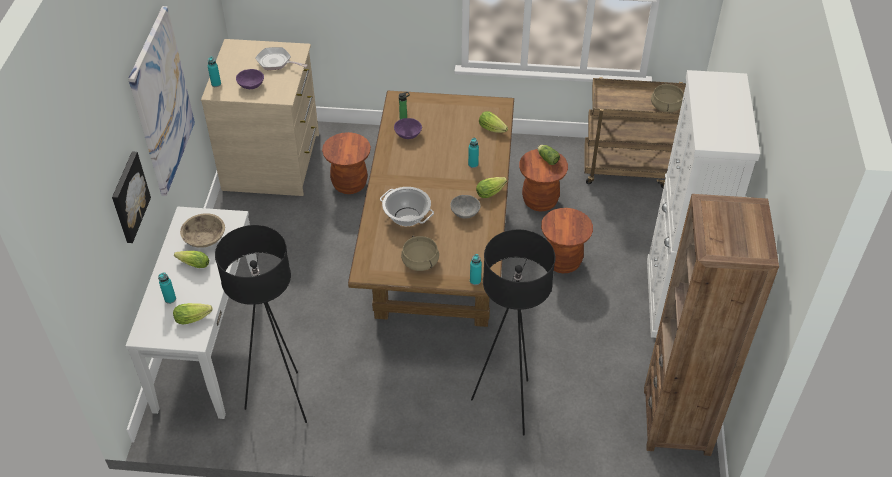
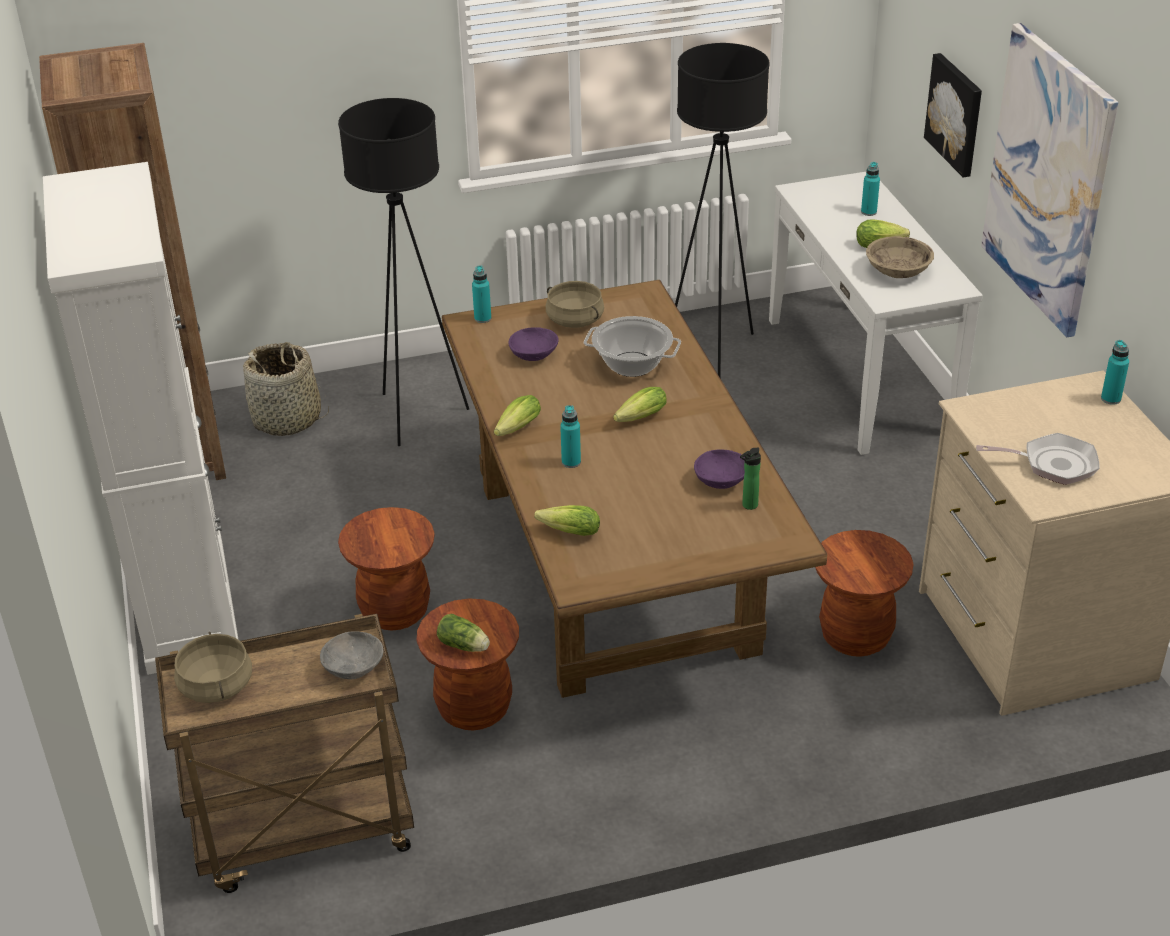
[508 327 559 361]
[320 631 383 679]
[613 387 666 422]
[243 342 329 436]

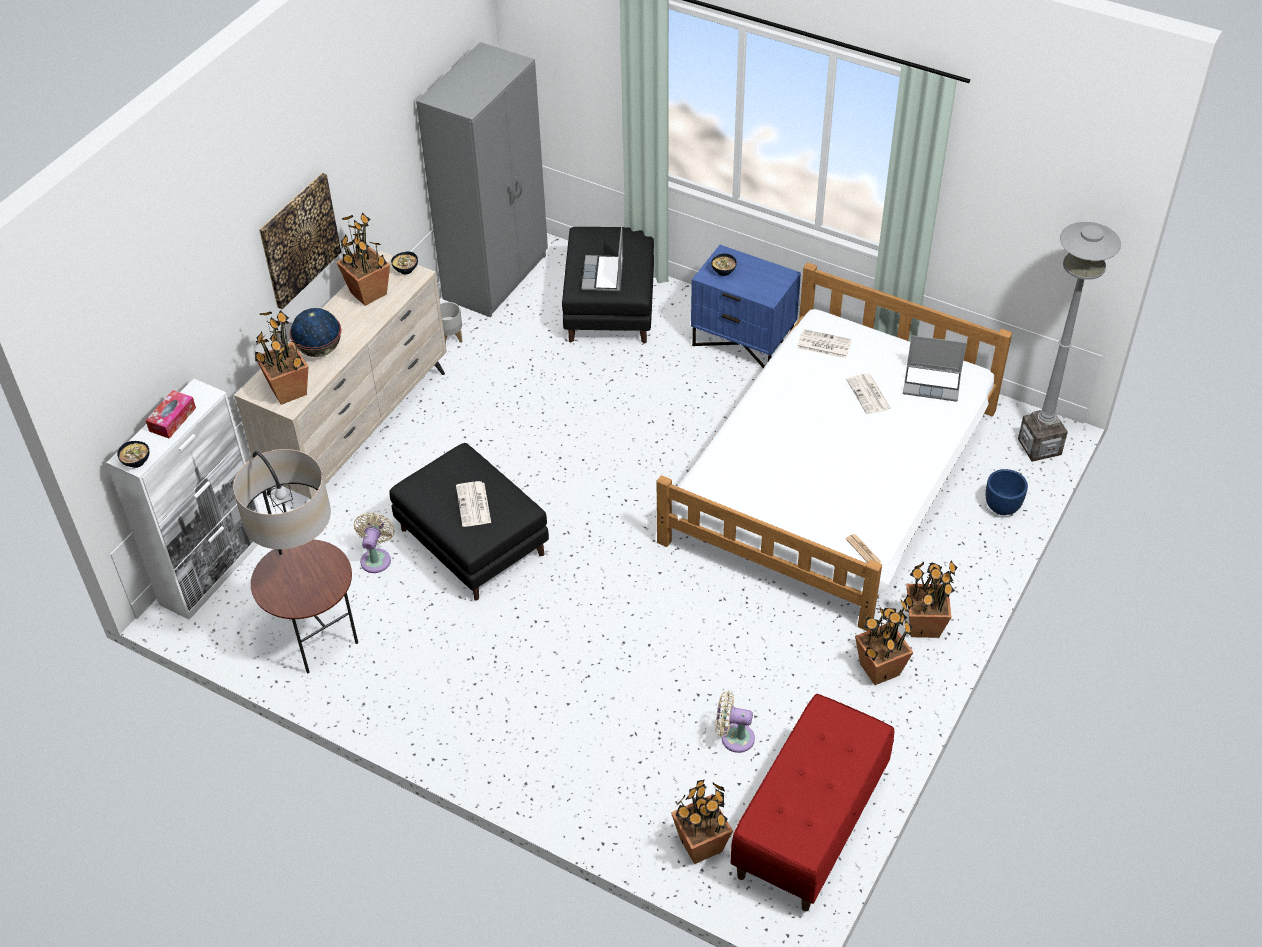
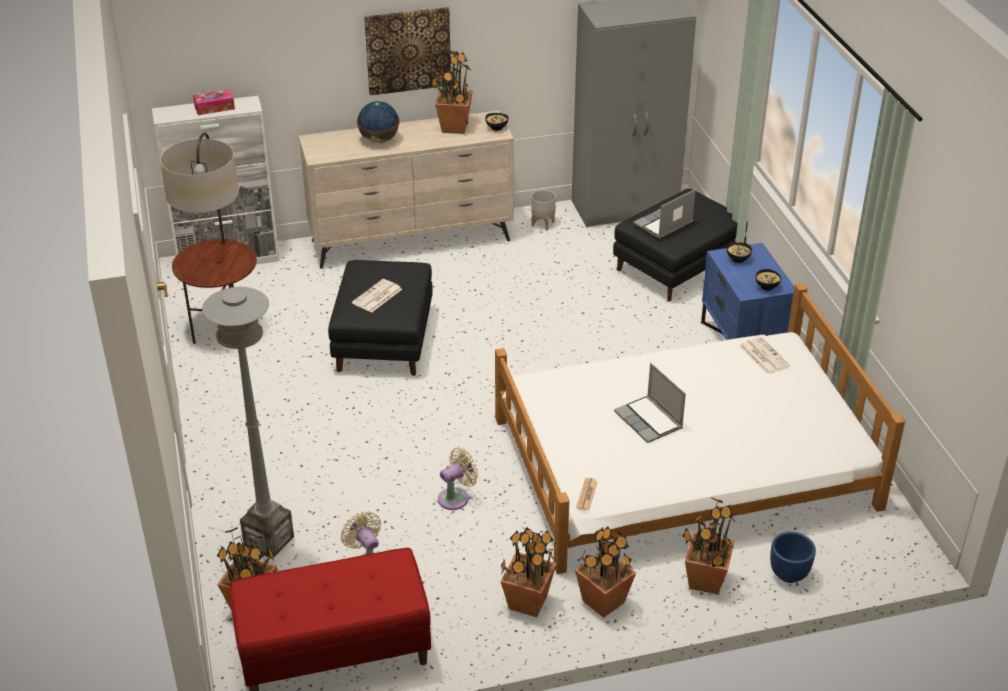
[202 287 294 558]
[683 497 736 595]
[614 363 686 443]
[846 373 891 415] (first image)
[755 269 782 291]
[438 448 478 510]

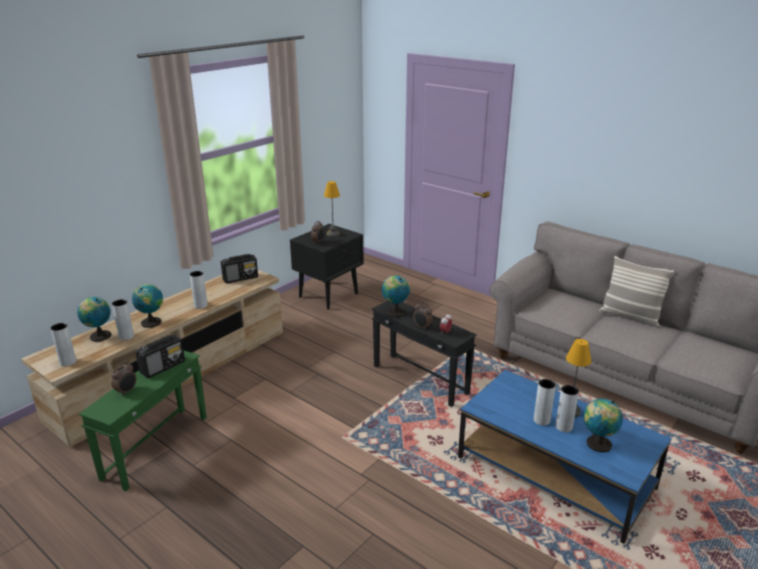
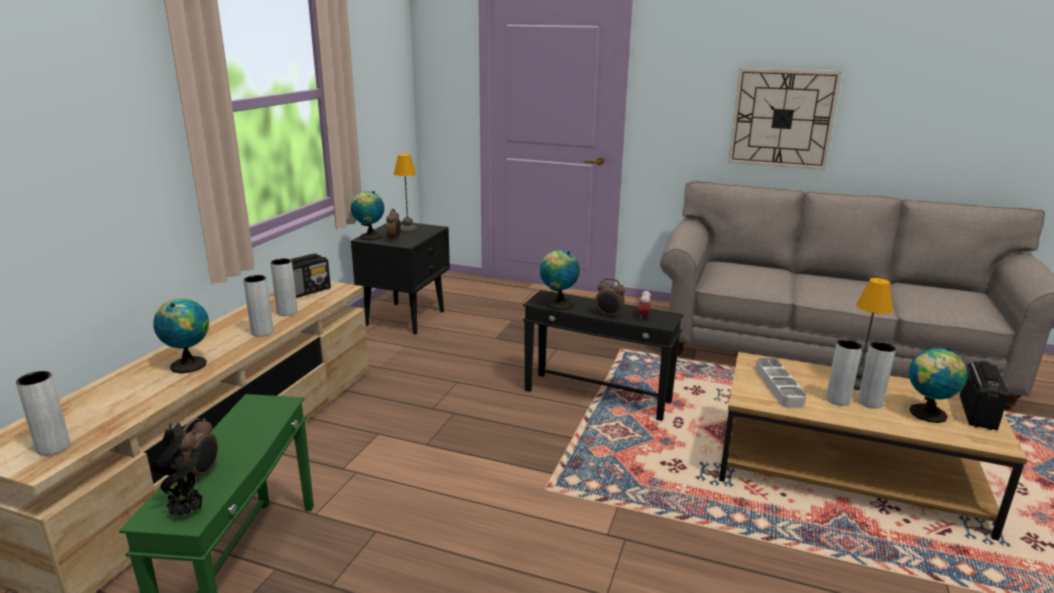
[599 256 674 327] (first image)
[351 191 384 240]
[270 258 298 316]
[960 361 1009 430]
[719 352 1027 541]
[728 68 842 170]
[755 358 806 408]
[152 423 203 516]

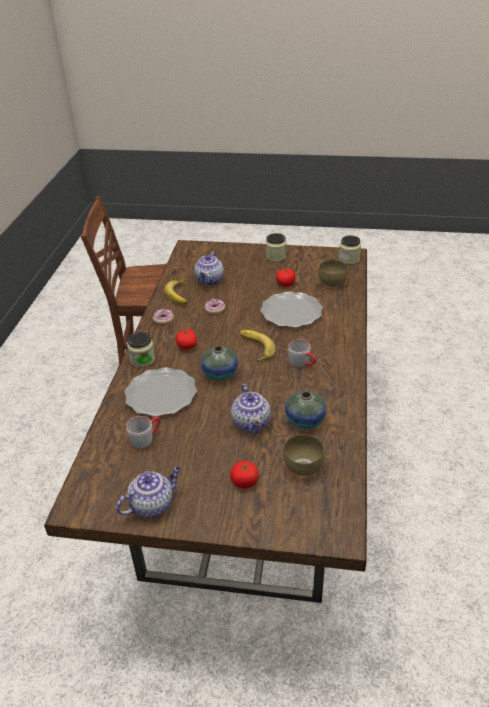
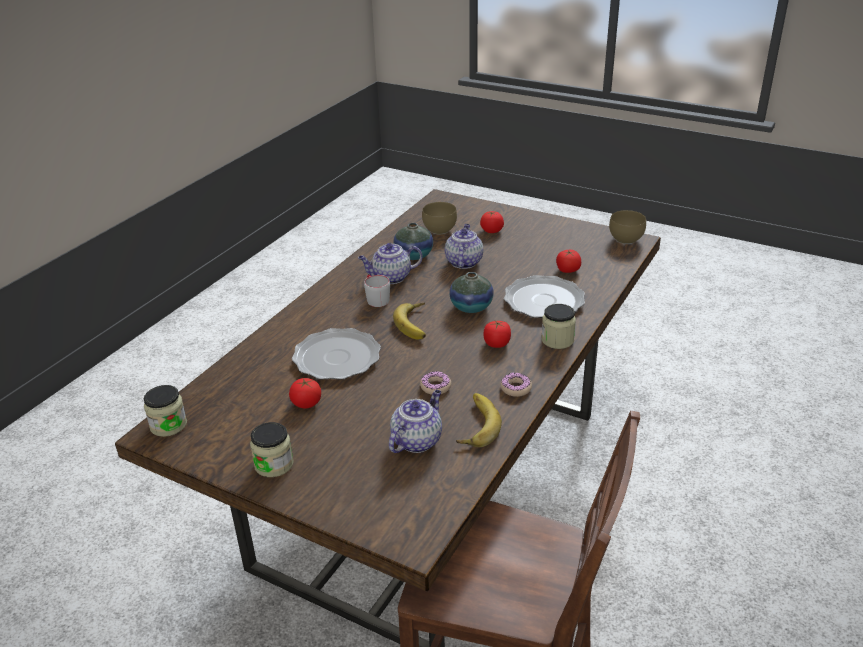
[609 210 646 244]
[556 250 581 273]
[358 243 422 284]

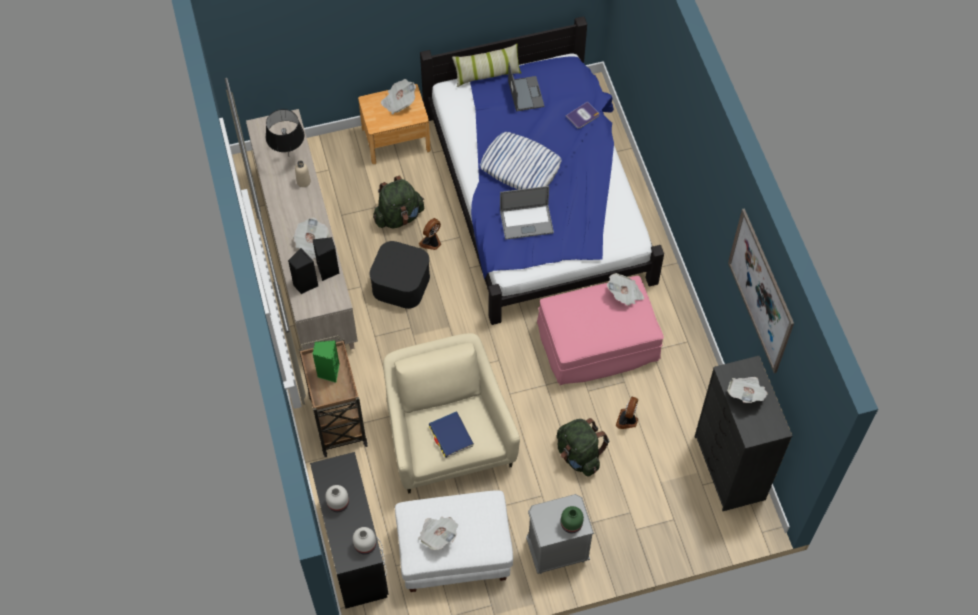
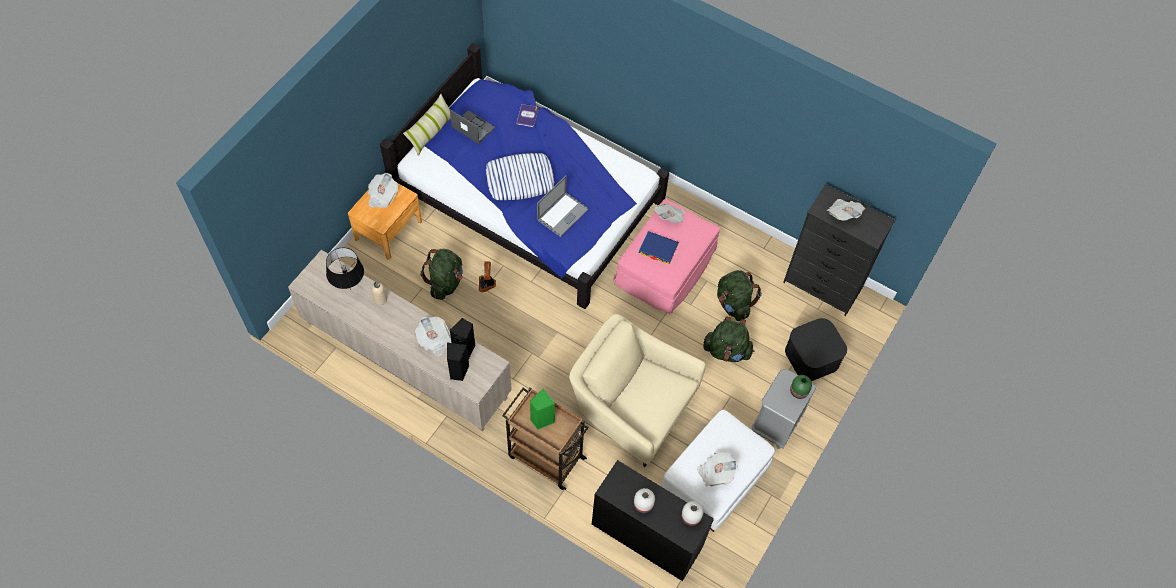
[728 208 794 373] (first image)
[785 318 847 381]
[717 270 762 321]
[638 231 679 264]

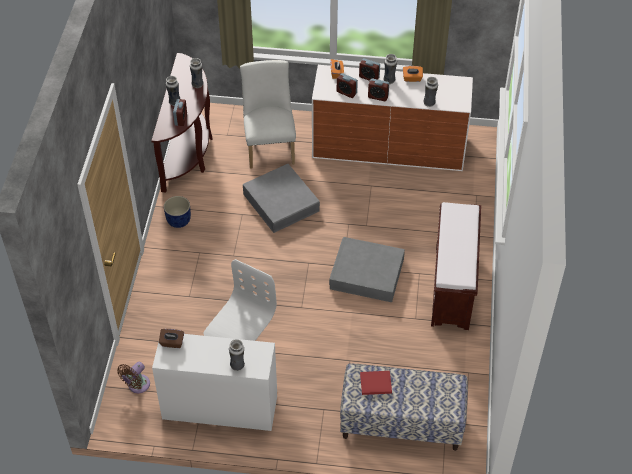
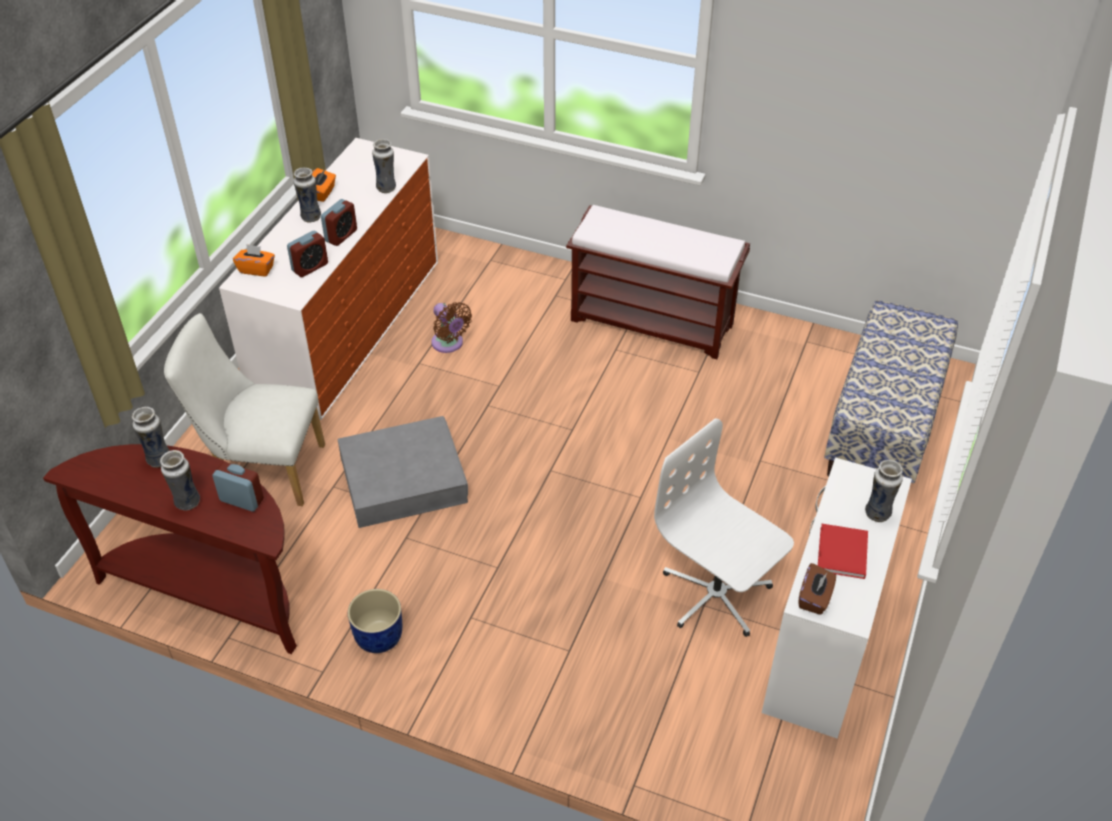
[359 58 380 81] (first image)
[329 237 405 302] (first image)
[431 302 472 353]
[818 524 868 579]

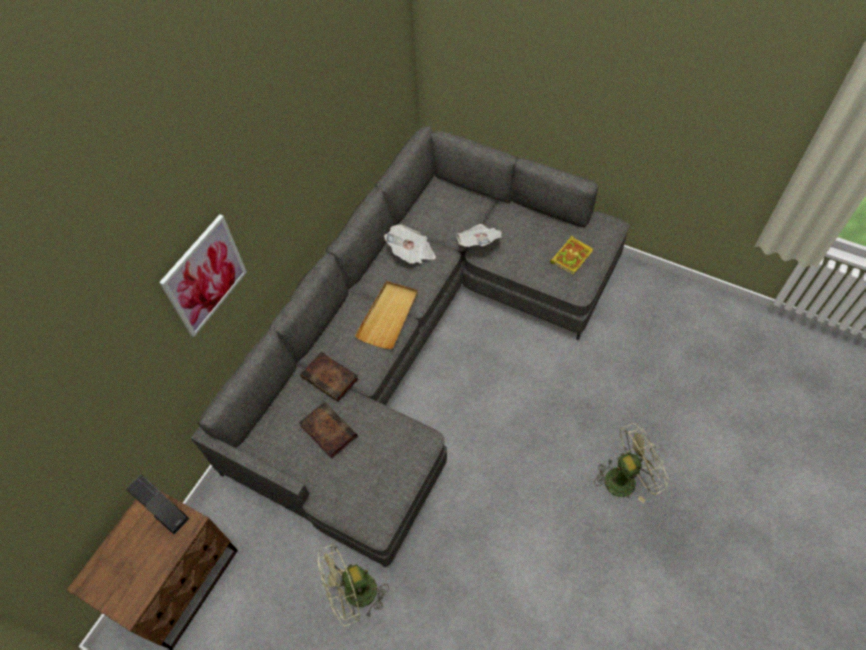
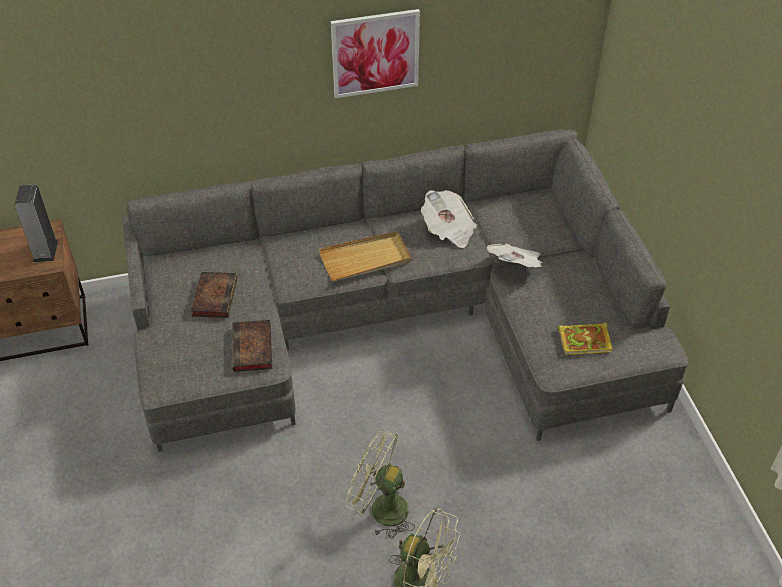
[331 9 420 98]
[232 320 272 372]
[346 430 415 539]

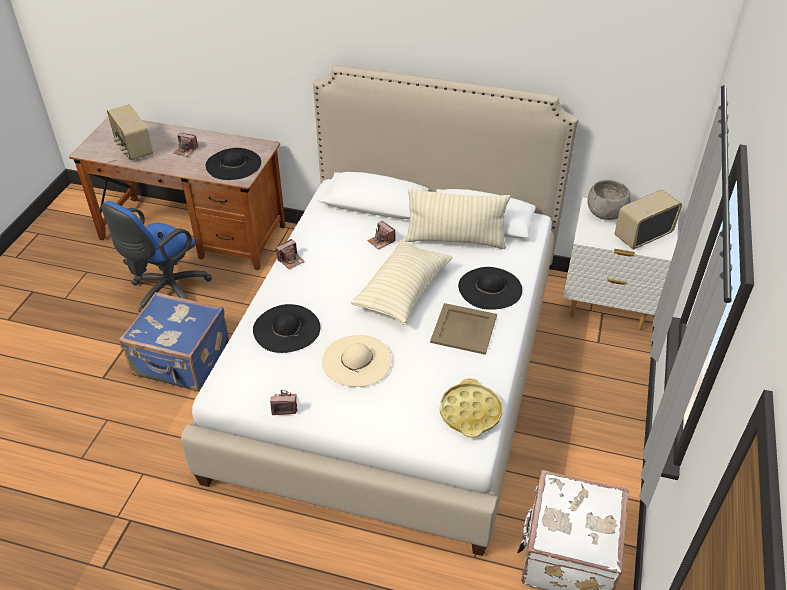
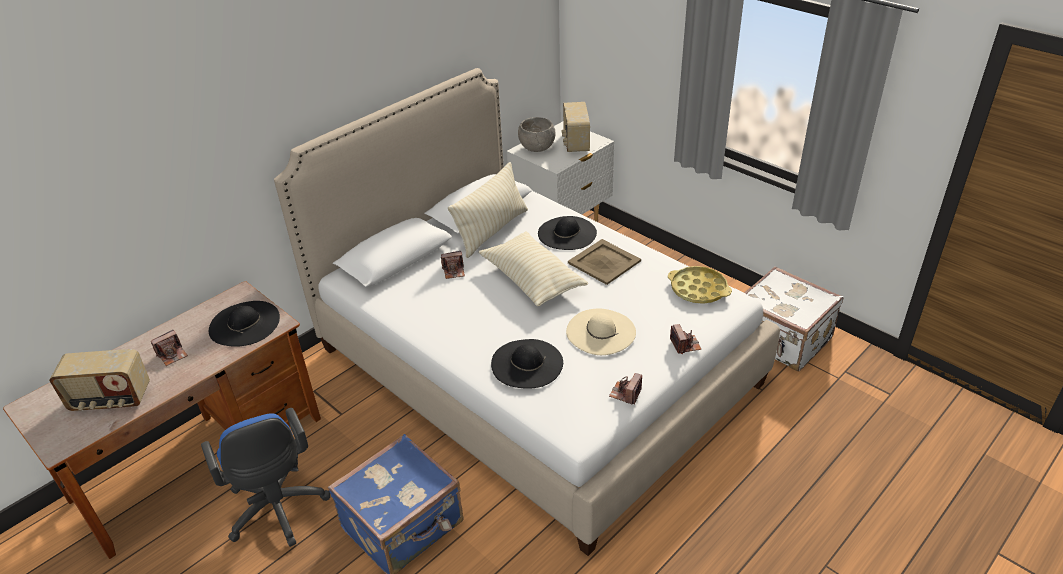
[670 324 701 354]

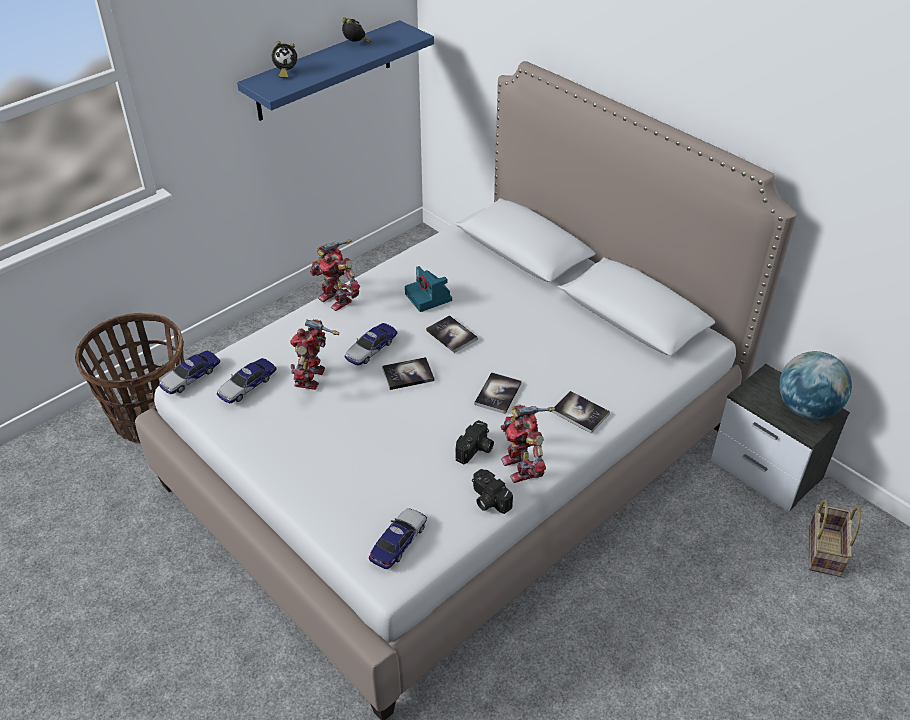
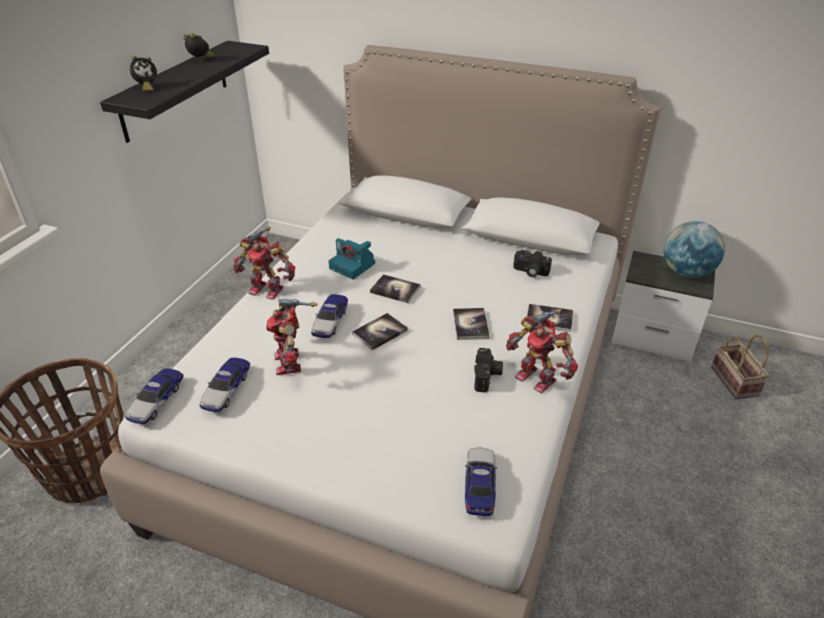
[100 41 269 143]
[513 250 552 277]

